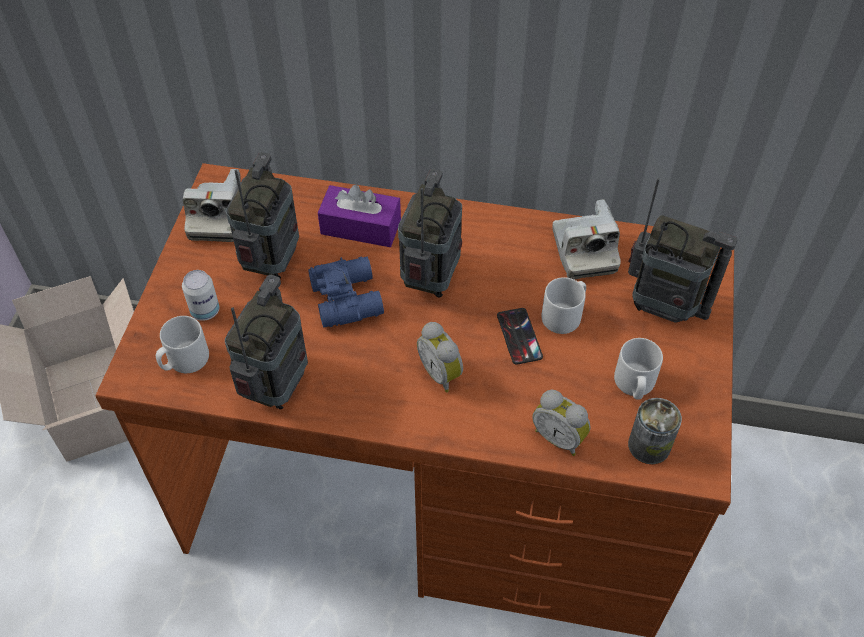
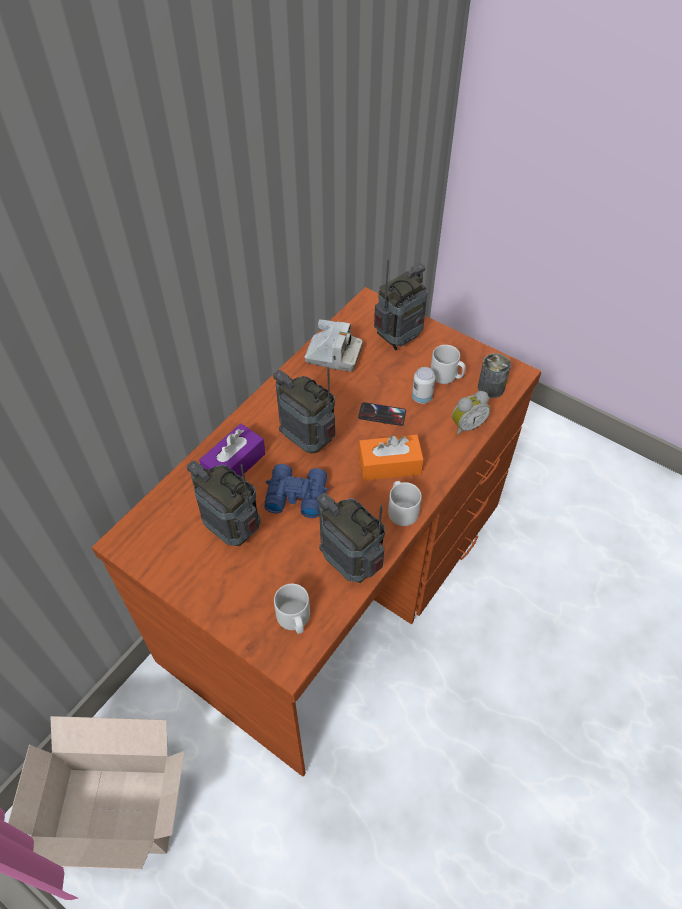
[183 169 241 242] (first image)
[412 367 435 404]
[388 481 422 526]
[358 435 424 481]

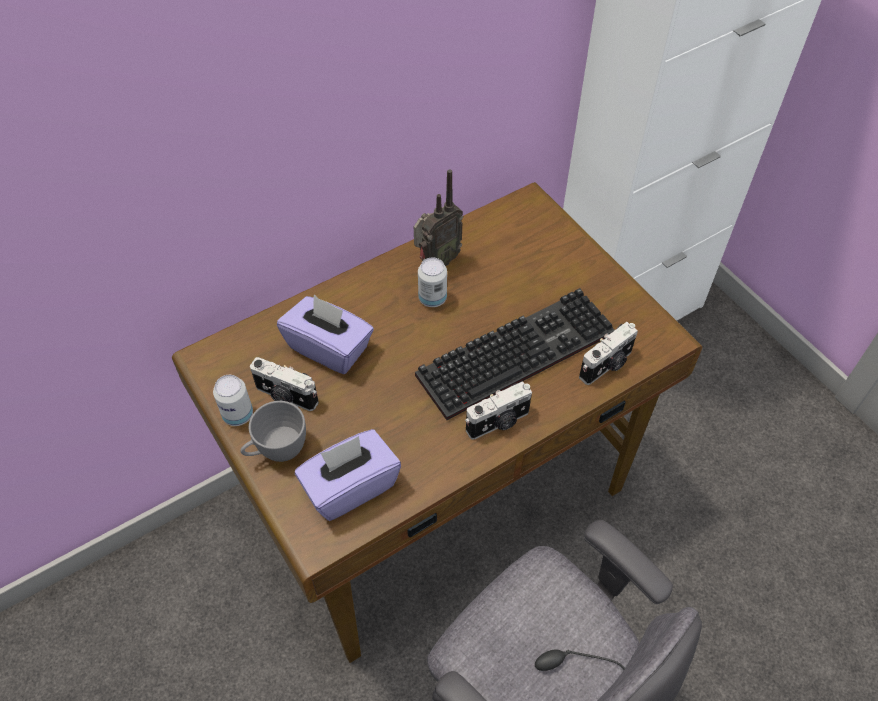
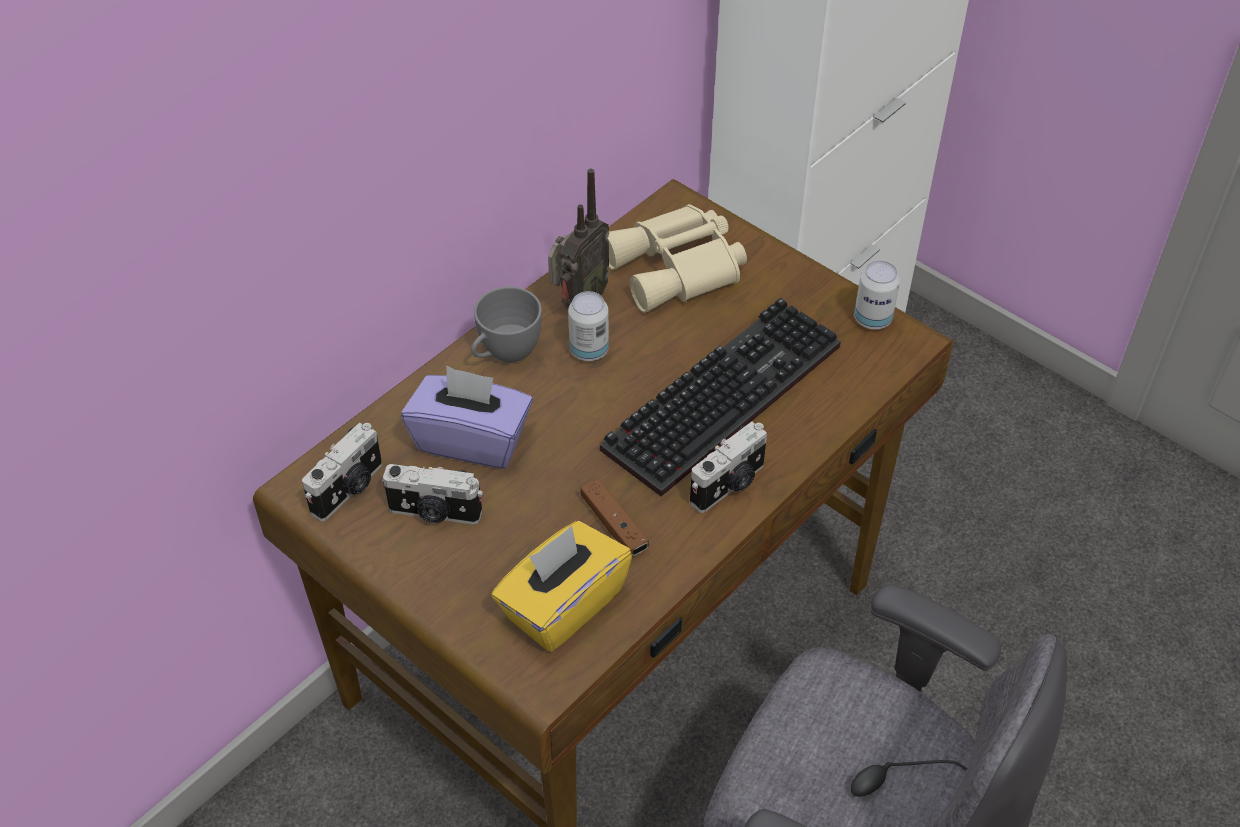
[302 423 382 521]
[854 260 900 330]
[471 286 542 363]
[491 521 632 652]
[607 204 747 313]
[580 479 649 556]

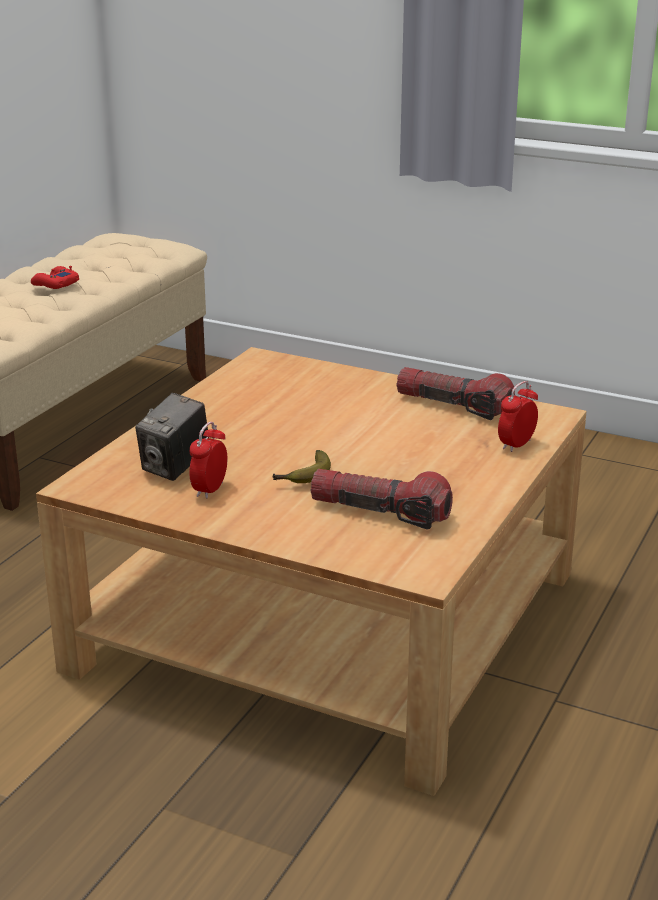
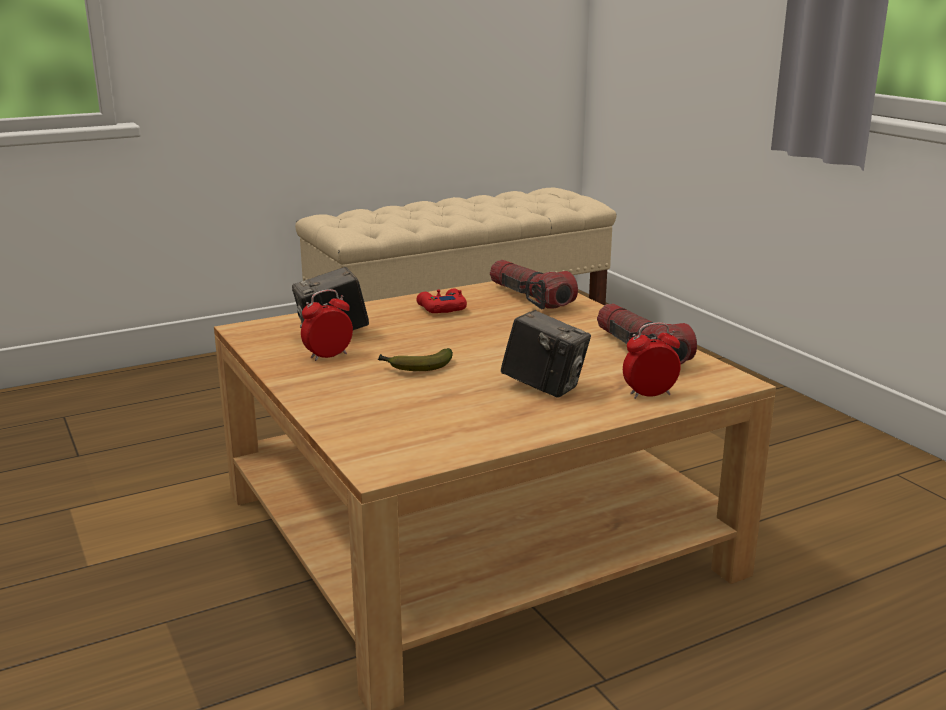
[416 289 467 313]
[490 260 578 309]
[501 310 591 397]

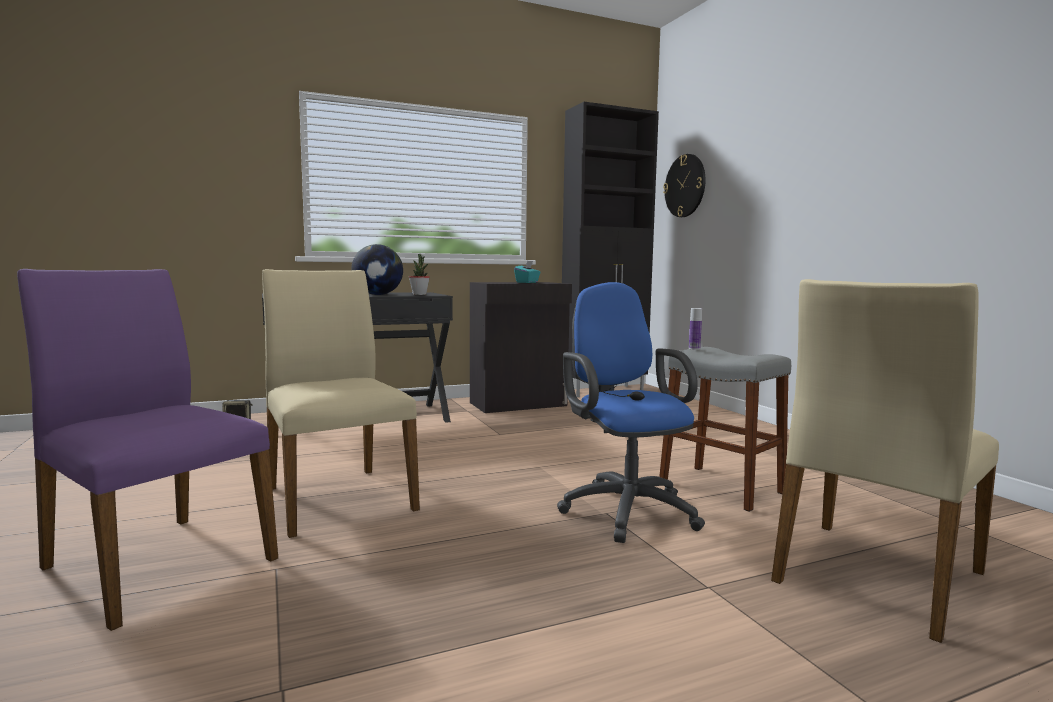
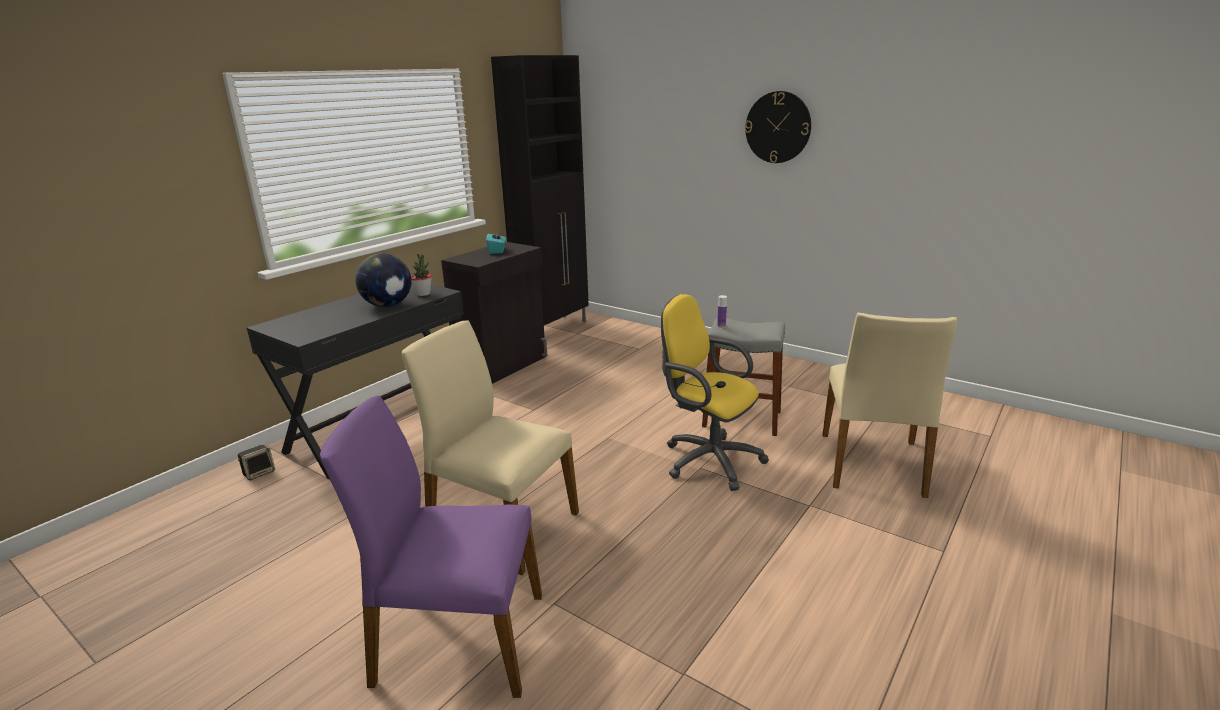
[745 91 811 163]
[661 294 769 491]

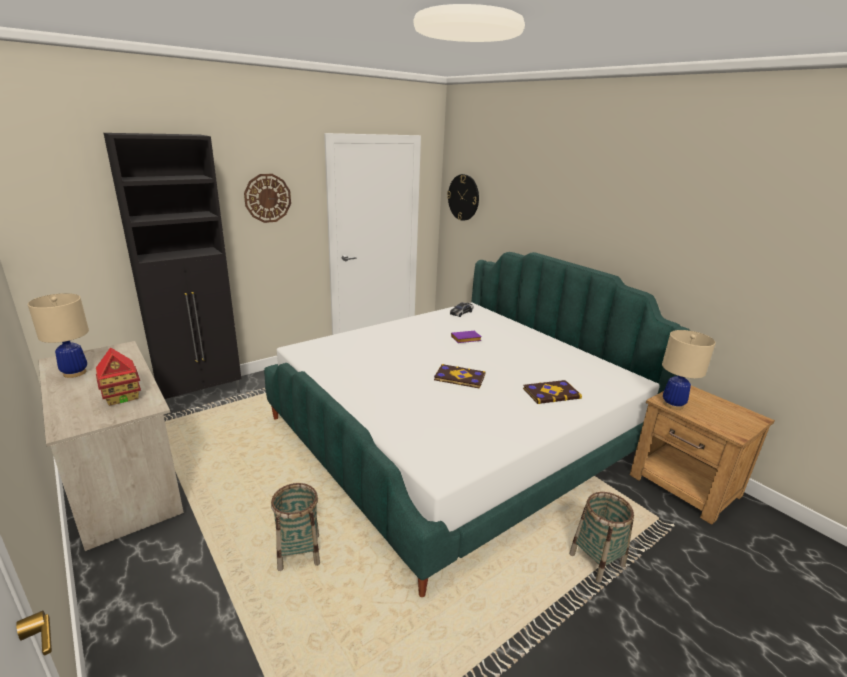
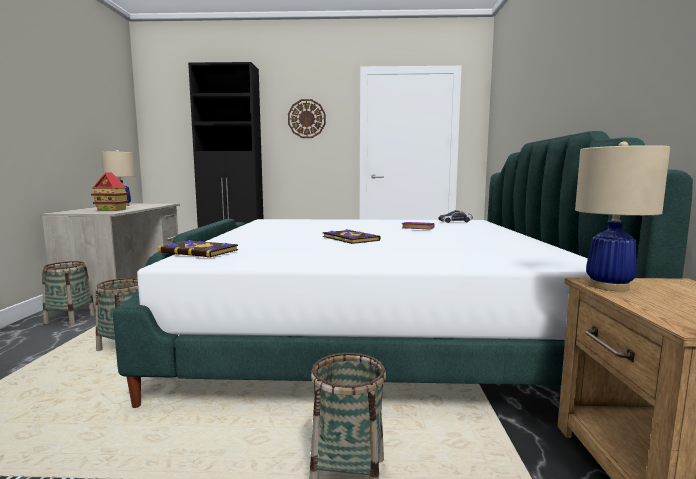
[447 174 479 221] (first image)
[158 240 238 258]
[42 261 96 325]

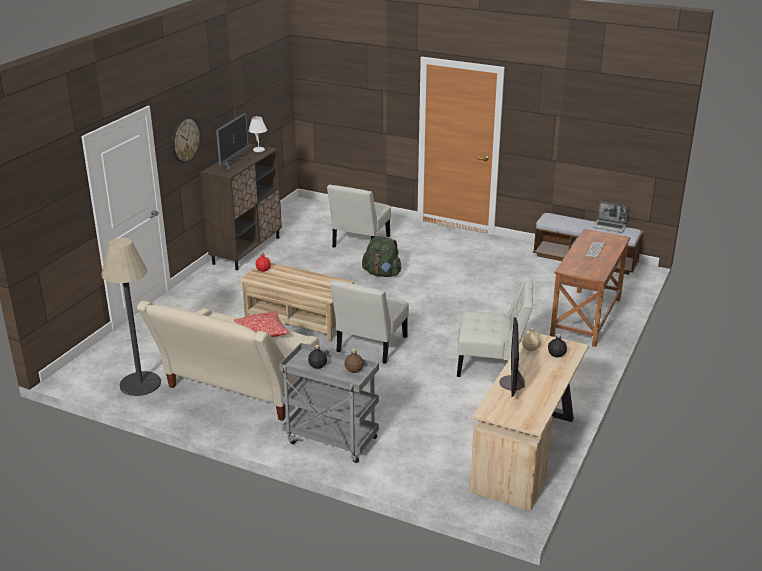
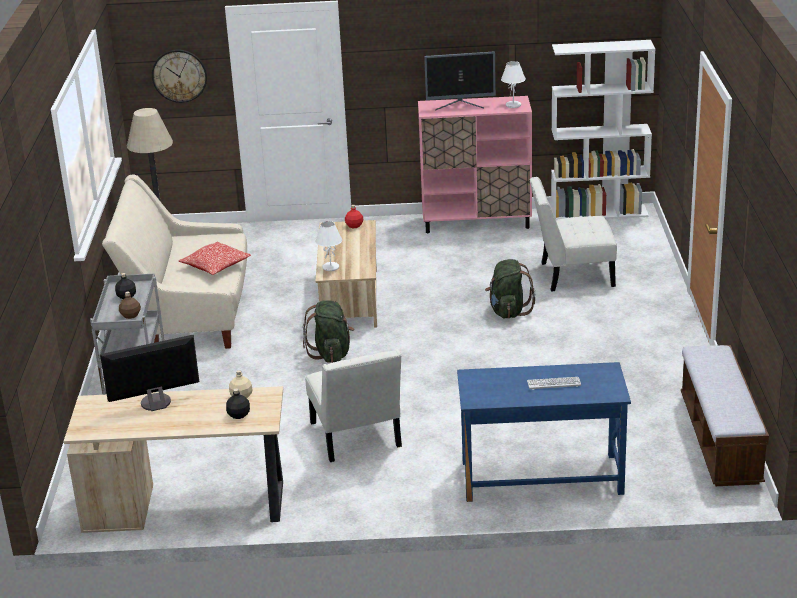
[152 50 207 103]
[418 96 532 233]
[593 201 629 233] (first image)
[457 362 631 502]
[303 300 354 363]
[551 40 655 220]
[315 221 342 271]

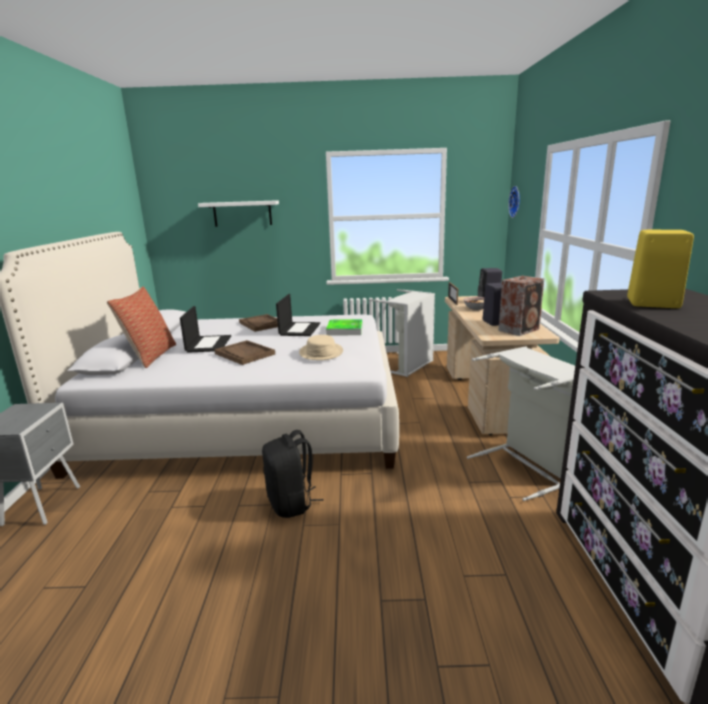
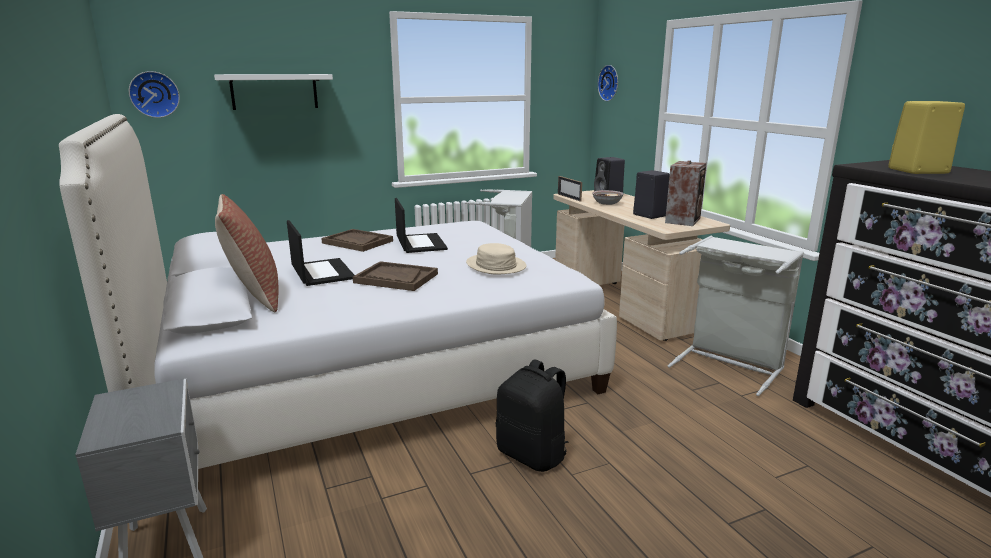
[326 319 363 336] (first image)
[129 71 180 118]

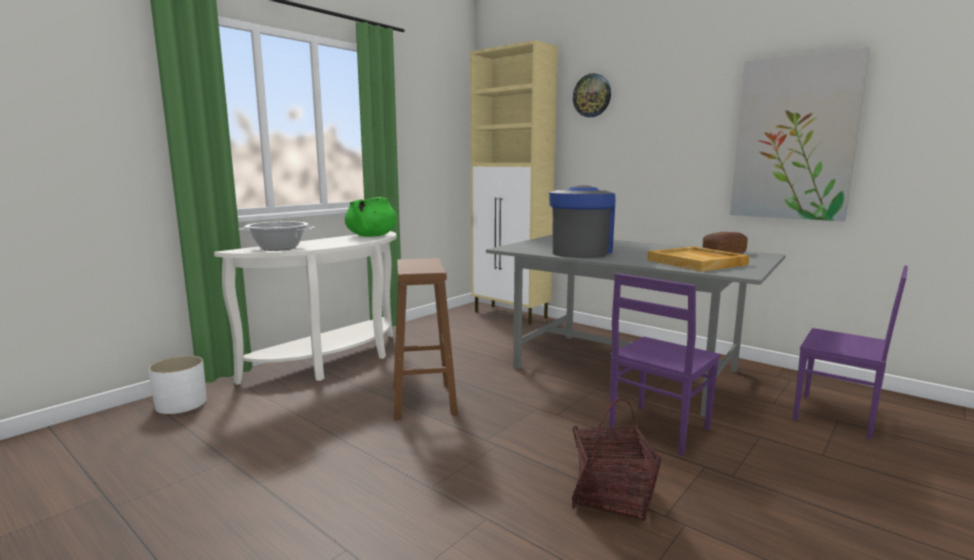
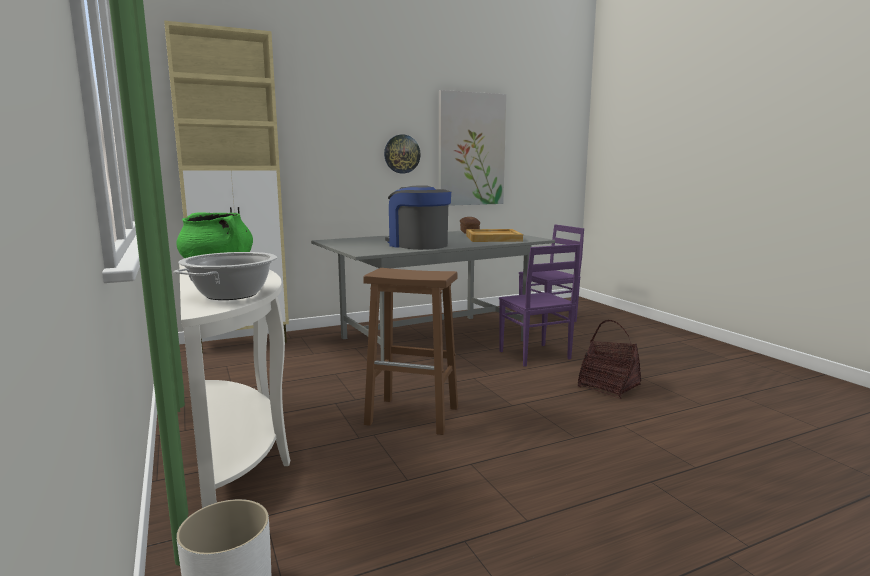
[384 135 421 173]

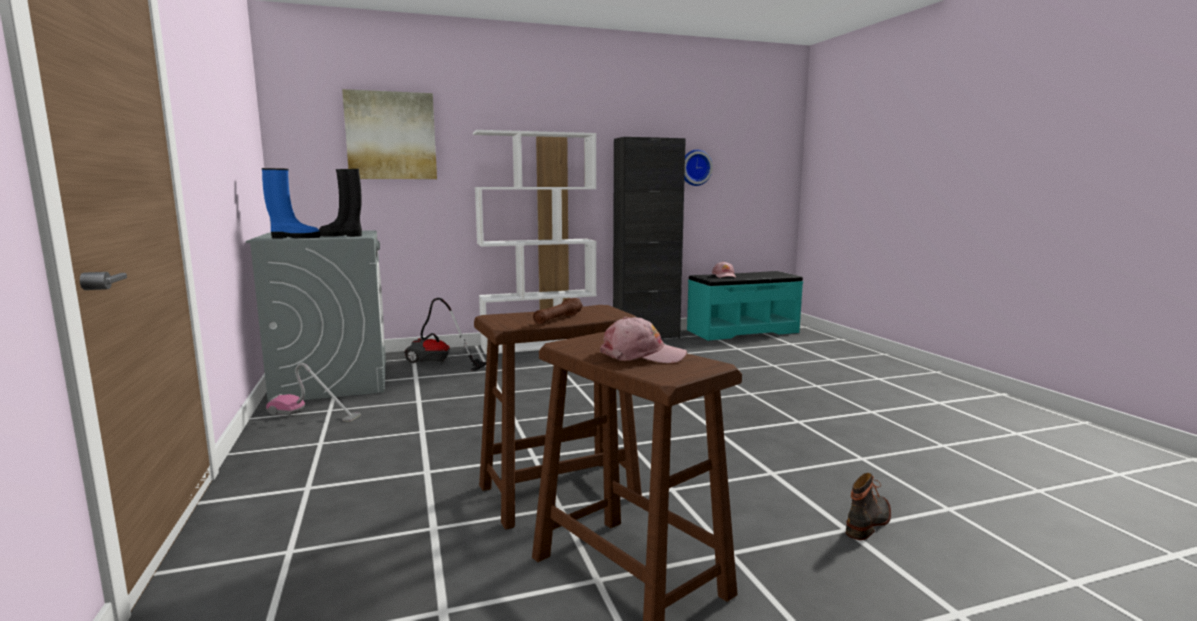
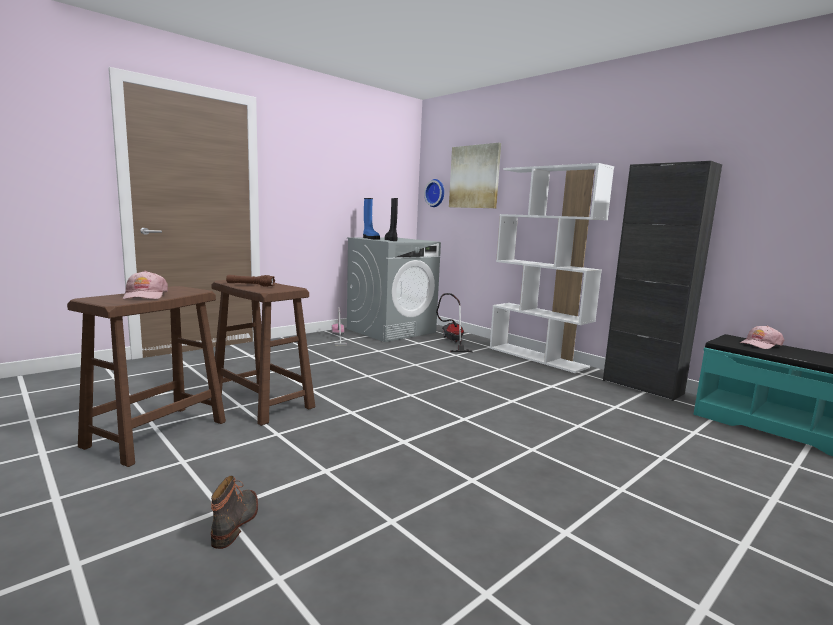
[424 179 444 207]
[211 476 258 549]

